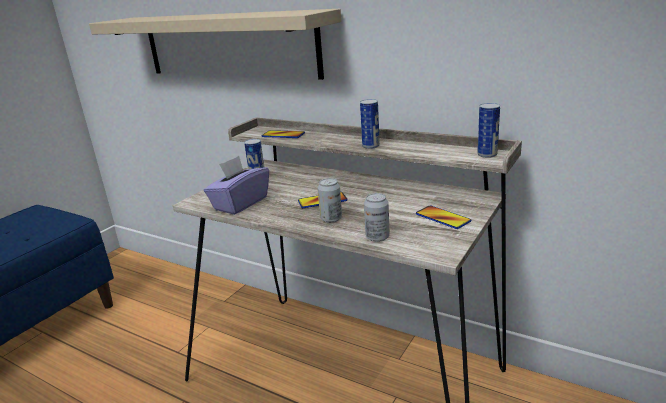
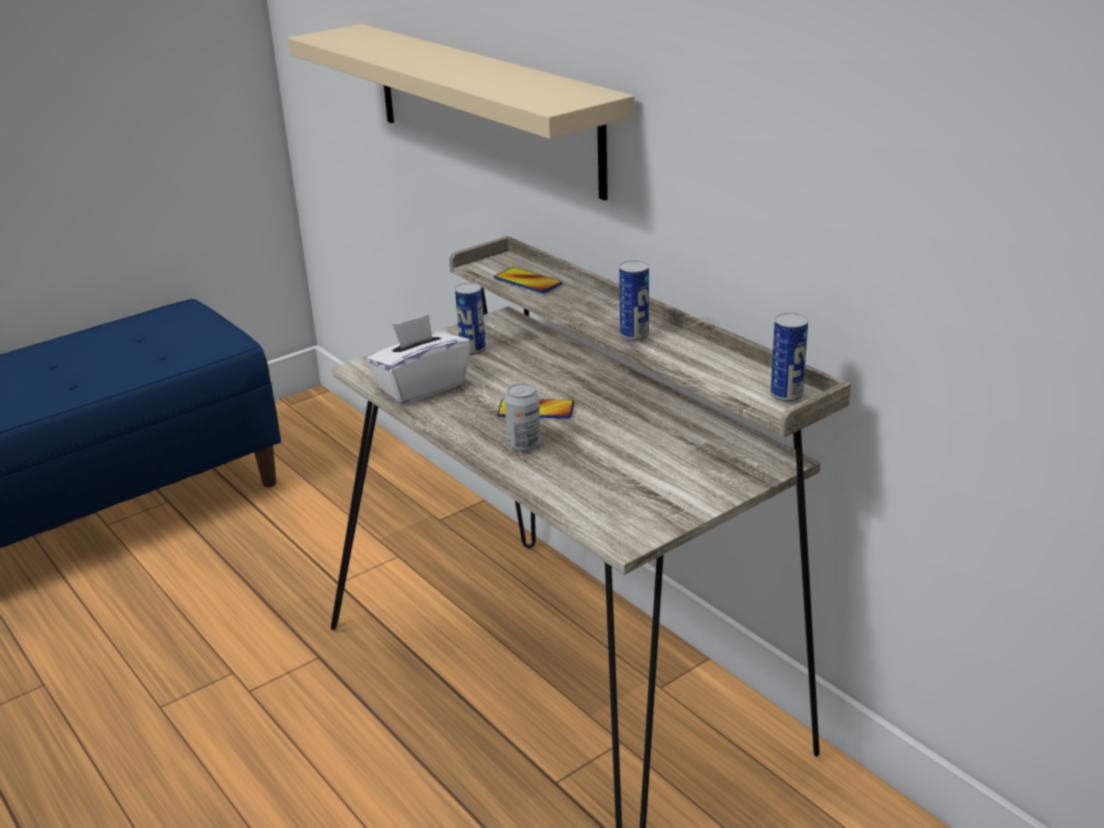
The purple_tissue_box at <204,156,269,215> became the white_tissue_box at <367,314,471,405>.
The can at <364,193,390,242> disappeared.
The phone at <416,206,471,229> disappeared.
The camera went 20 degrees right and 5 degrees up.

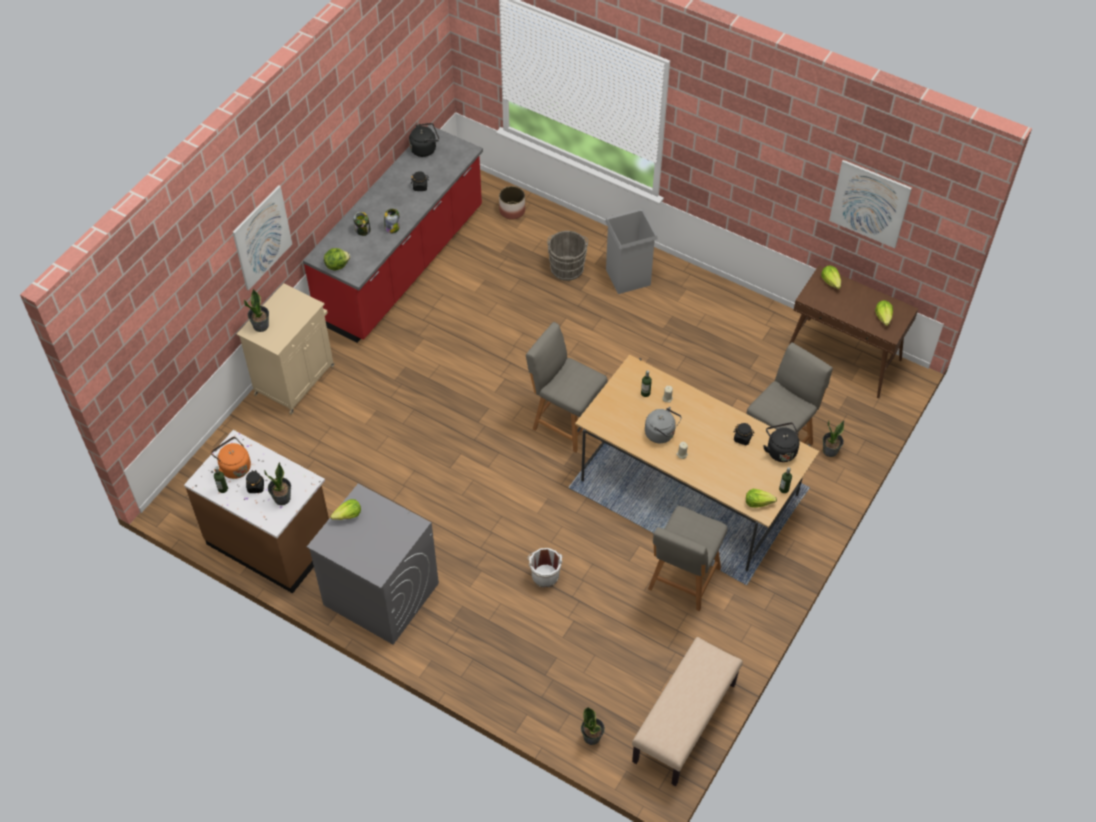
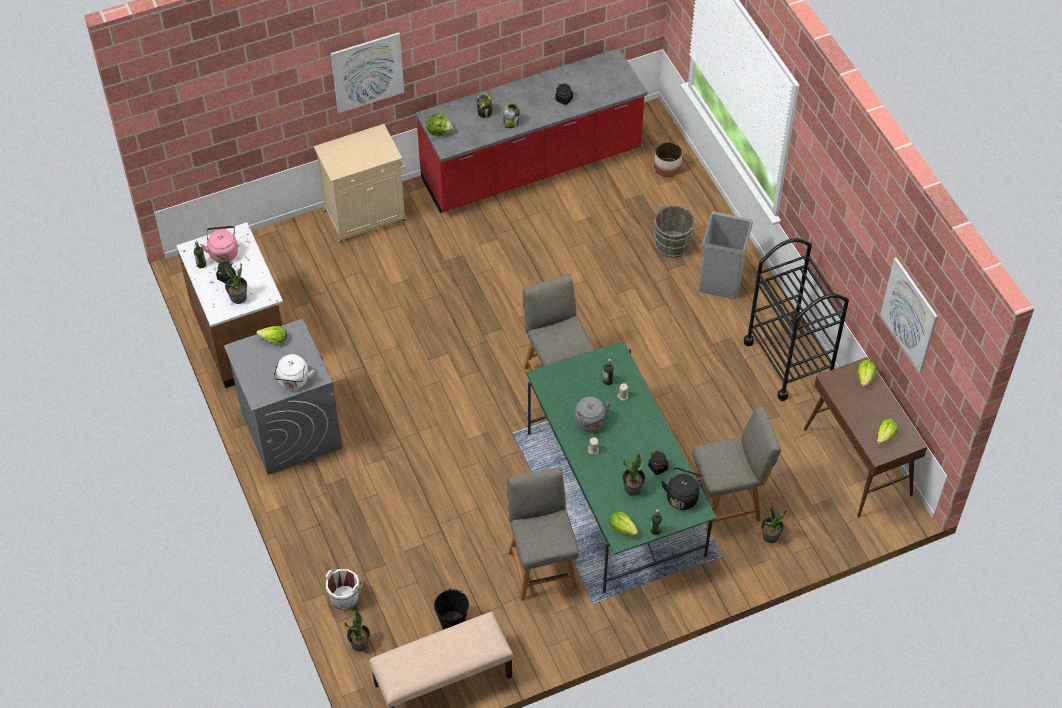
The orange_kettle at <211,437,251,479> became the pink_kettle at <200,226,238,263>.
The potted_plant moved from <244,289,269,332> to <622,453,646,496>.
The black_kettle at <409,123,439,157> disappeared.
The white_bucket moved from <527,548,563,588> to <326,569,362,610>.
The beige_dining_table at <575,355,819,571> became the green_dining_table at <526,341,717,593>.
The grey_chair at <648,506,728,611> turned 105 degrees clockwise.
The white_kettle at <273,354,314,390> appeared.
The black_bucket at <434,588,469,629> appeared.
The black_cart at <744,238,849,401> appeared.
The camera went 35 degrees right and 0 degrees up.

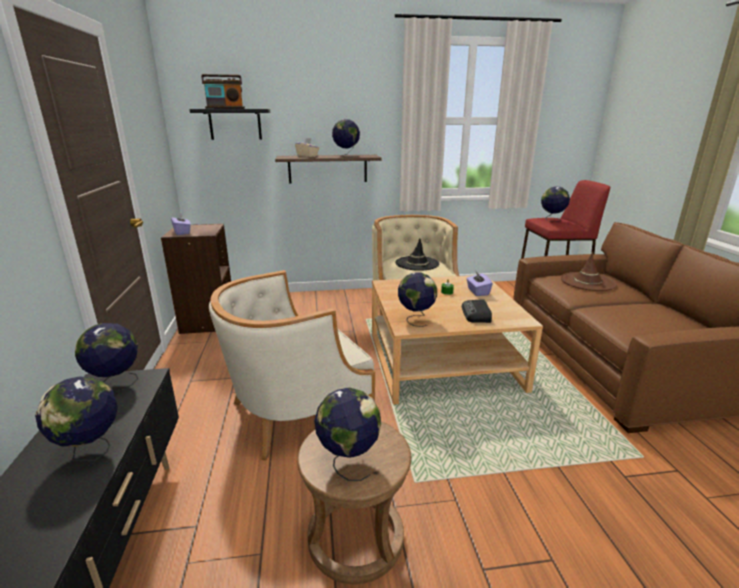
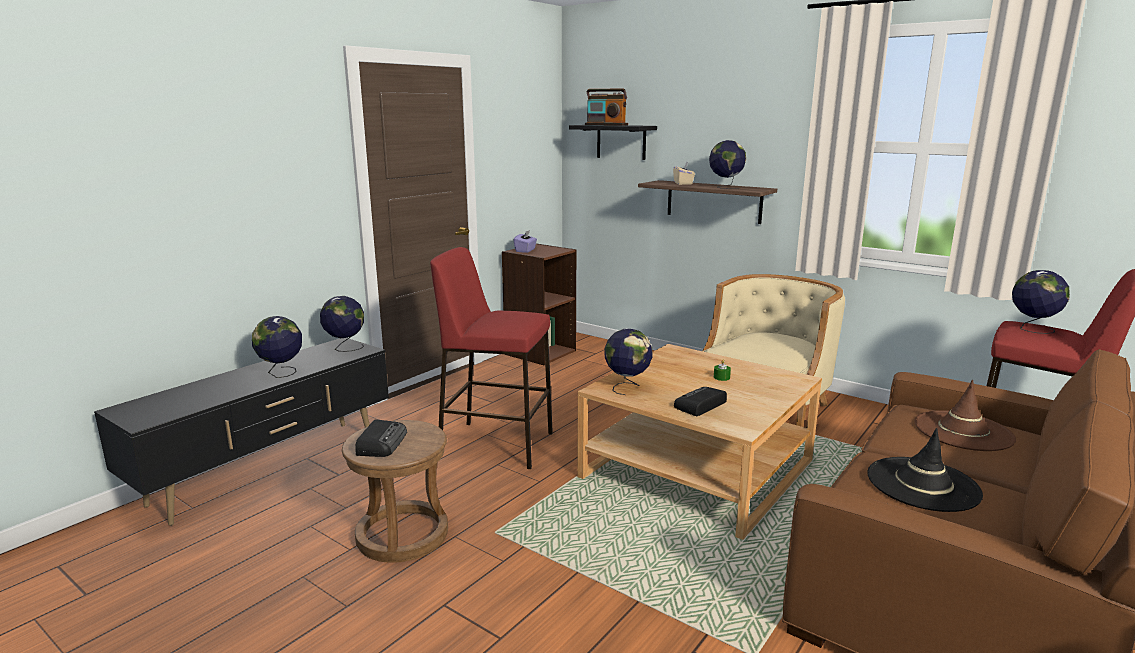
The beige_armchair at <209,270,375,461> was replaced by the red_stool at <430,247,553,469>.
The globe at <314,388,381,481> was replaced by the radio at <355,419,407,457>.
The black_hat moved from <395,238,440,271> to <867,428,983,512>.
The purple_tissue_box at <466,270,492,296> disappeared.
The camera went 45 degrees right and 5 degrees down.

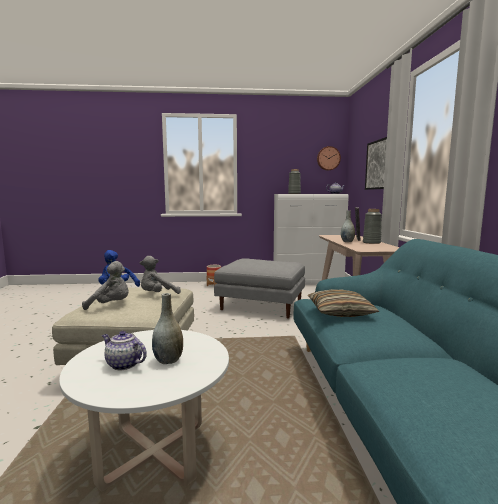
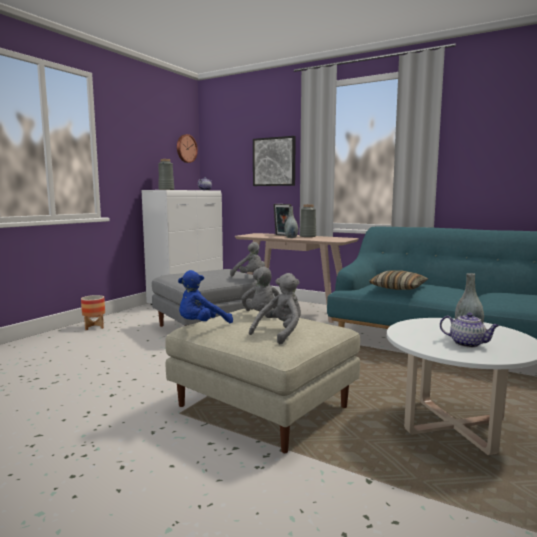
The teapot at <102,331,147,370> turned 120 degrees counterclockwise.
The grey_plush_toy at <230,242,265,277> appeared.
The camera went 55 degrees left and 0 degrees up.

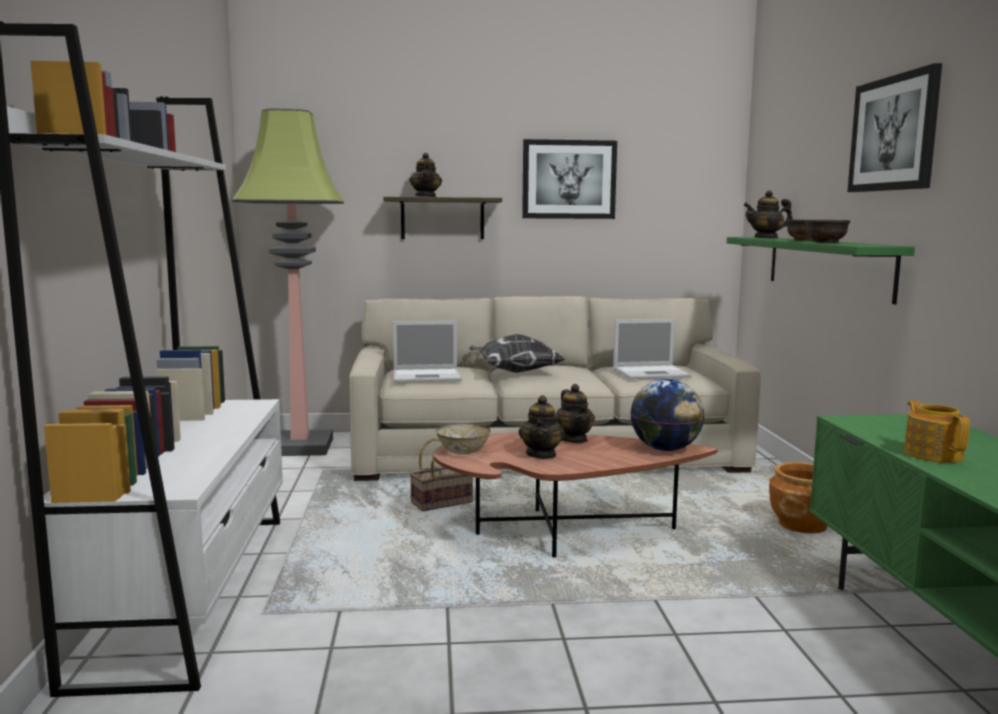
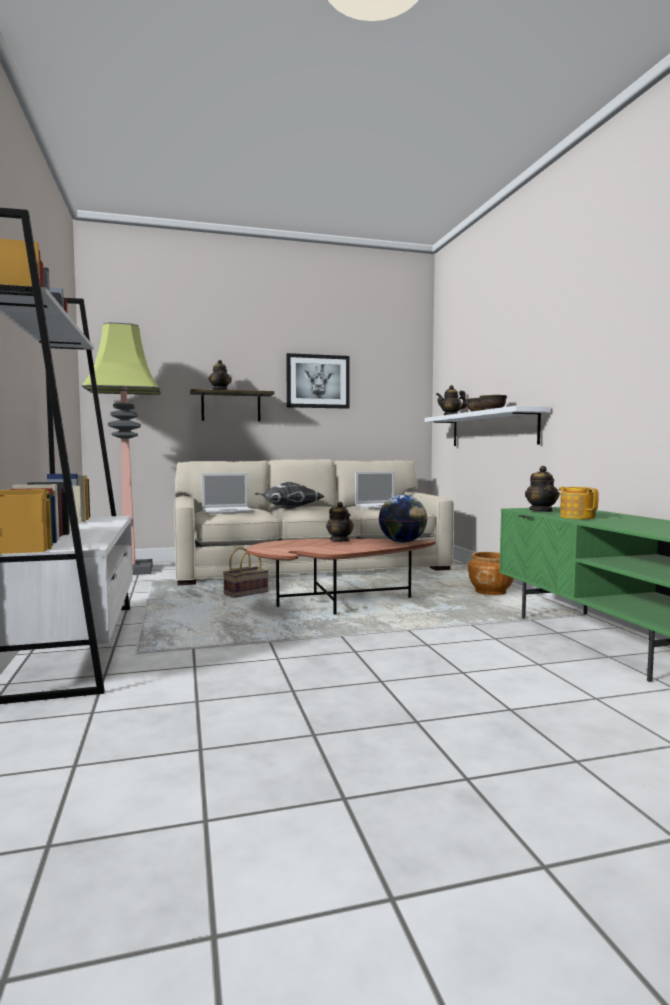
The bowl at <436,423,490,455> disappeared.
The teapot moved from <519,395,565,459> to <525,466,559,512>.
The green_shelf at <727,237,915,304> became the white_shelf at <425,406,549,446>.
The picture at <847,63,942,192> disappeared.
The camera went 10 degrees left and 5 degrees down.

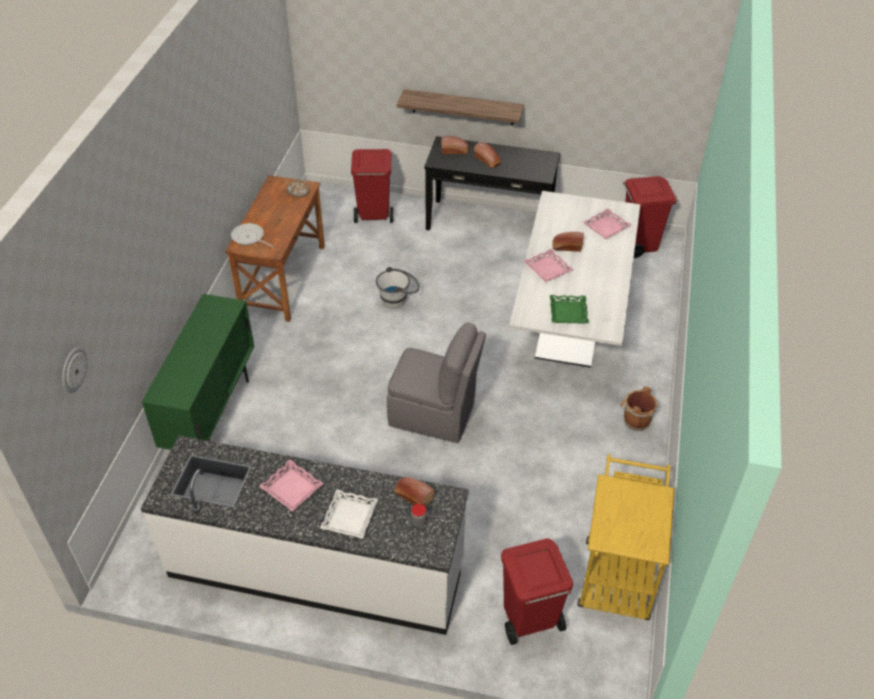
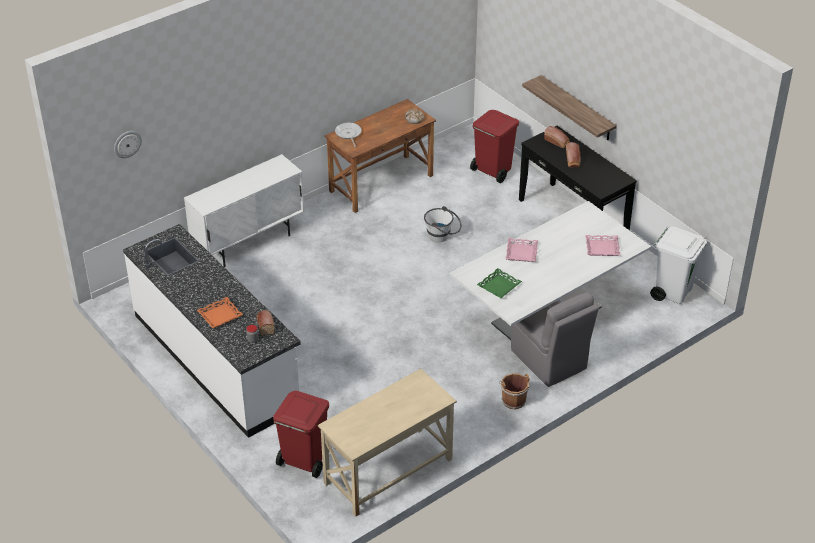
The green_cabinet at <142,294,255,450> became the white_cabinet at <184,154,305,267>.
The pink_tray at <259,459,324,512> disappeared.
The white_tray at <320,489,378,539> became the orange_tray at <197,297,243,328>.
The grey_chair moved from <387,322,486,443> to <511,292,599,387>.
The bread at <553,232,584,252> disappeared.
The yellow_cart at <577,454,674,621> was replaced by the beige_desk at <318,368,457,517>.
The red_trash_can at <623,176,677,258> became the white_trash_can at <650,227,707,304>.
The camera went 40 degrees right and 5 degrees down.

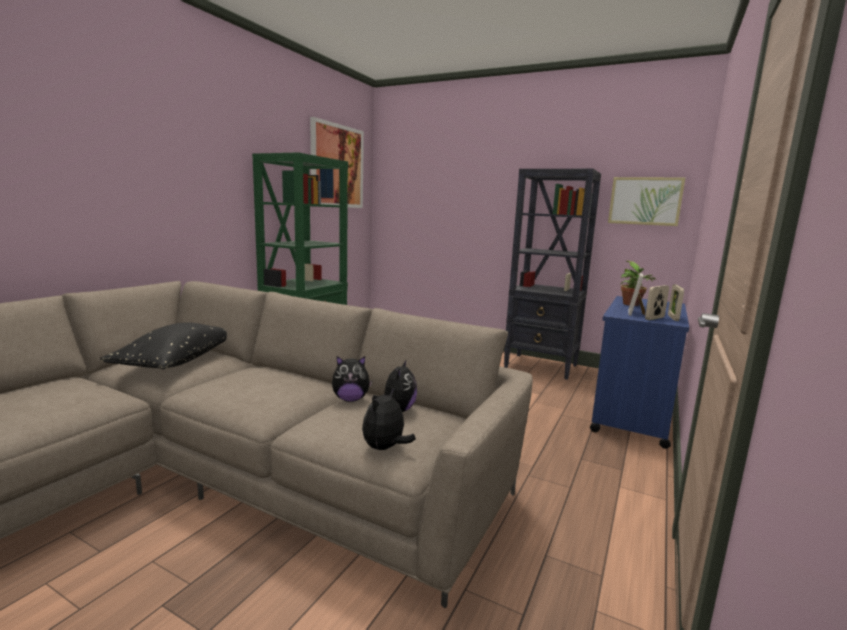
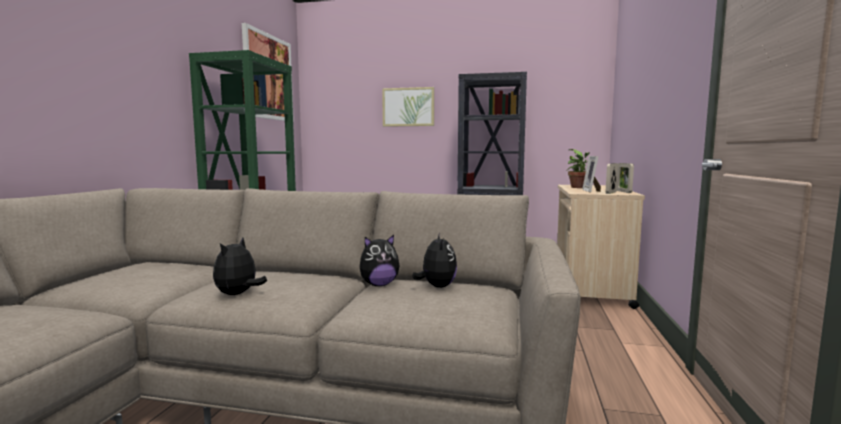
The black_pillow at <100,322,227,369> disappeared.
The plush_toy moved from <362,387,416,450> to <213,238,267,295>.
The blue_cart at <590,296,689,449> became the beige_cart at <557,185,645,309>.
The picture moved from <608,177,685,226> to <382,87,434,127>.
The camera went 15 degrees left and 5 degrees down.

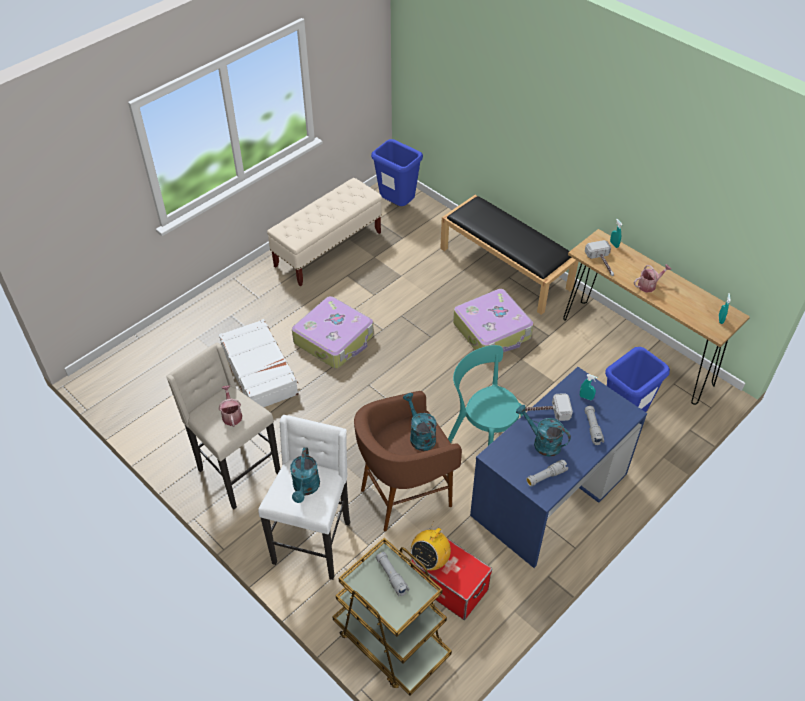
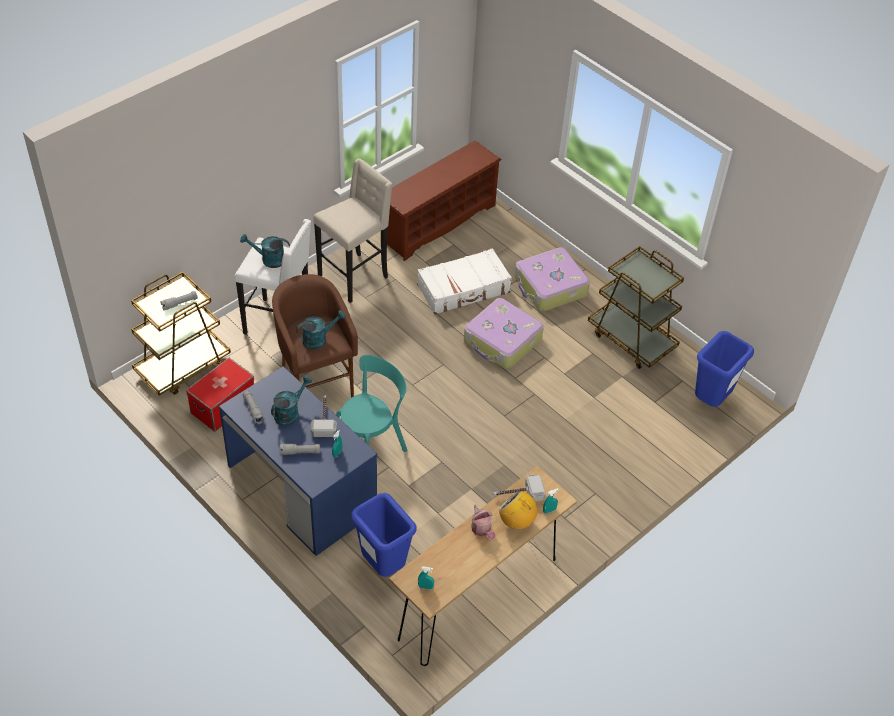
The watering_can at <219,385,242,427> disappeared.
The beige_bench at <267,178,382,286> was replaced by the brown_cart at <588,246,684,369>.
The radio moved from <411,521,451,570> to <499,491,541,529>.
The black_bench at <440,195,579,315> disappeared.
The suitcase moved from <453,289,534,352> to <515,247,590,311>.
The brown_shoe_rack at <387,141,502,261> appeared.
The camera went 90 degrees right and 0 degrees up.

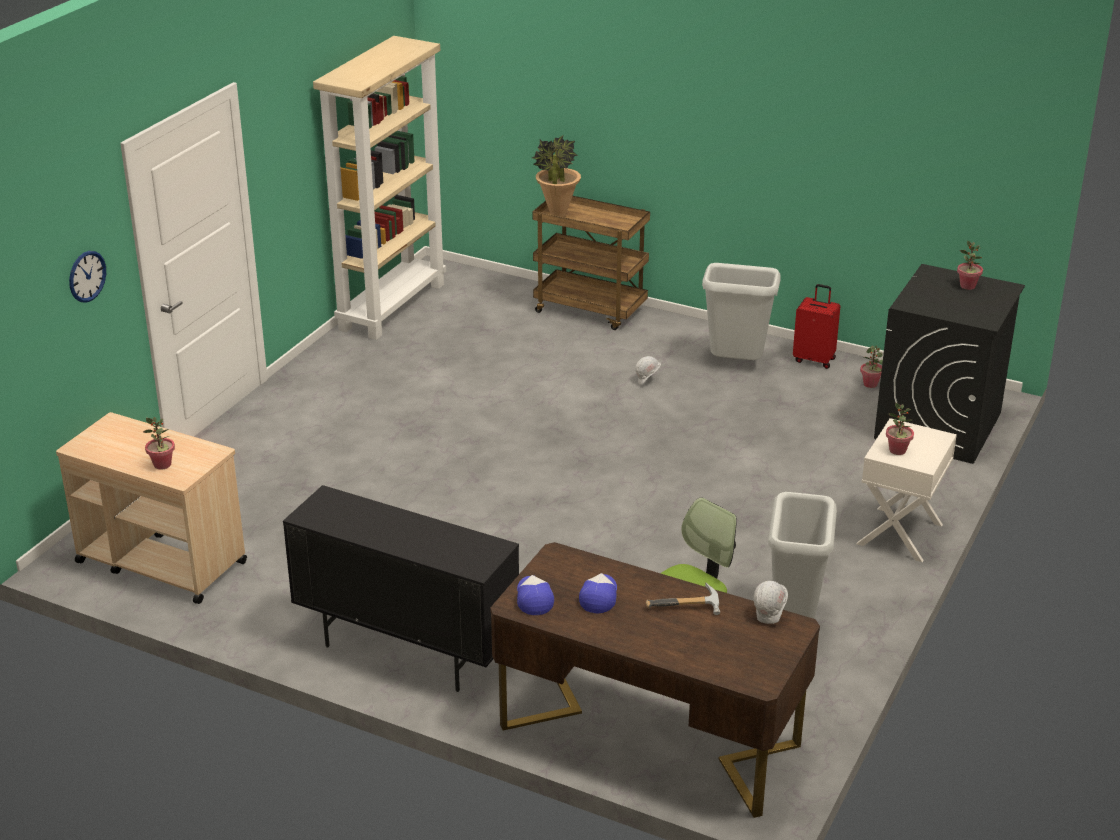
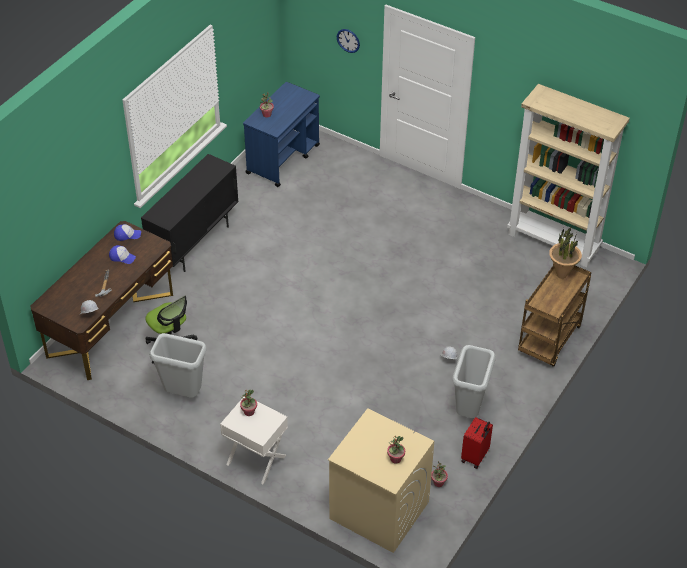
The beige_cart at <56,412,247,604> became the blue_cart at <243,82,320,187>.
The black_washing_machine at <874,264,1025,464> became the beige_washing_machine at <328,408,434,553>.
The camera went 95 degrees right and 15 degrees up.

